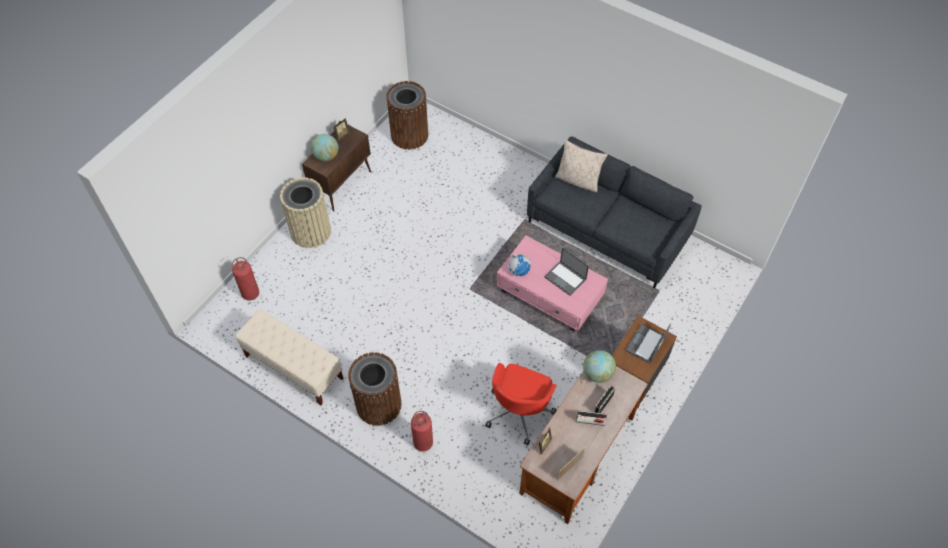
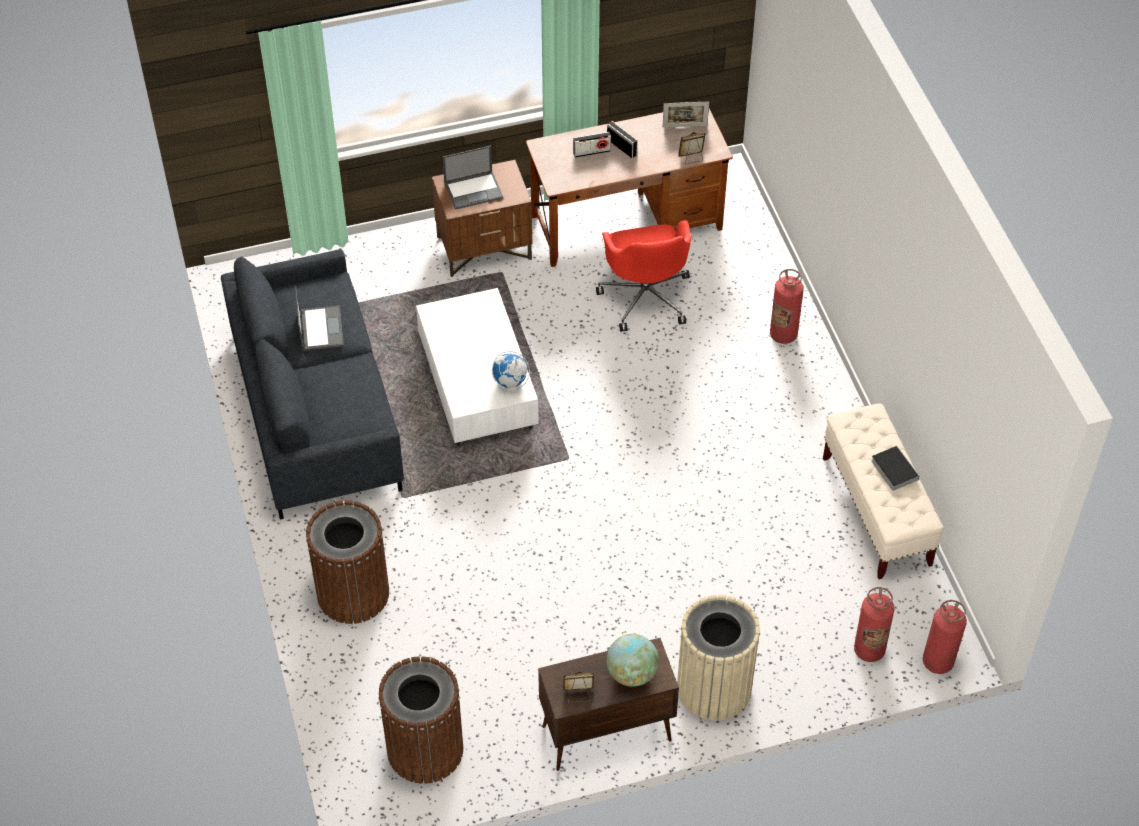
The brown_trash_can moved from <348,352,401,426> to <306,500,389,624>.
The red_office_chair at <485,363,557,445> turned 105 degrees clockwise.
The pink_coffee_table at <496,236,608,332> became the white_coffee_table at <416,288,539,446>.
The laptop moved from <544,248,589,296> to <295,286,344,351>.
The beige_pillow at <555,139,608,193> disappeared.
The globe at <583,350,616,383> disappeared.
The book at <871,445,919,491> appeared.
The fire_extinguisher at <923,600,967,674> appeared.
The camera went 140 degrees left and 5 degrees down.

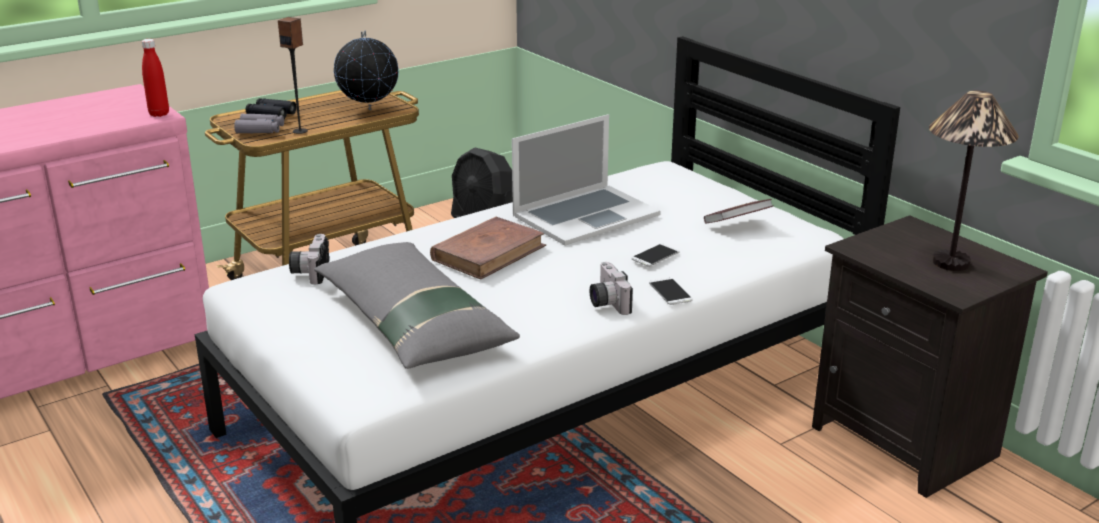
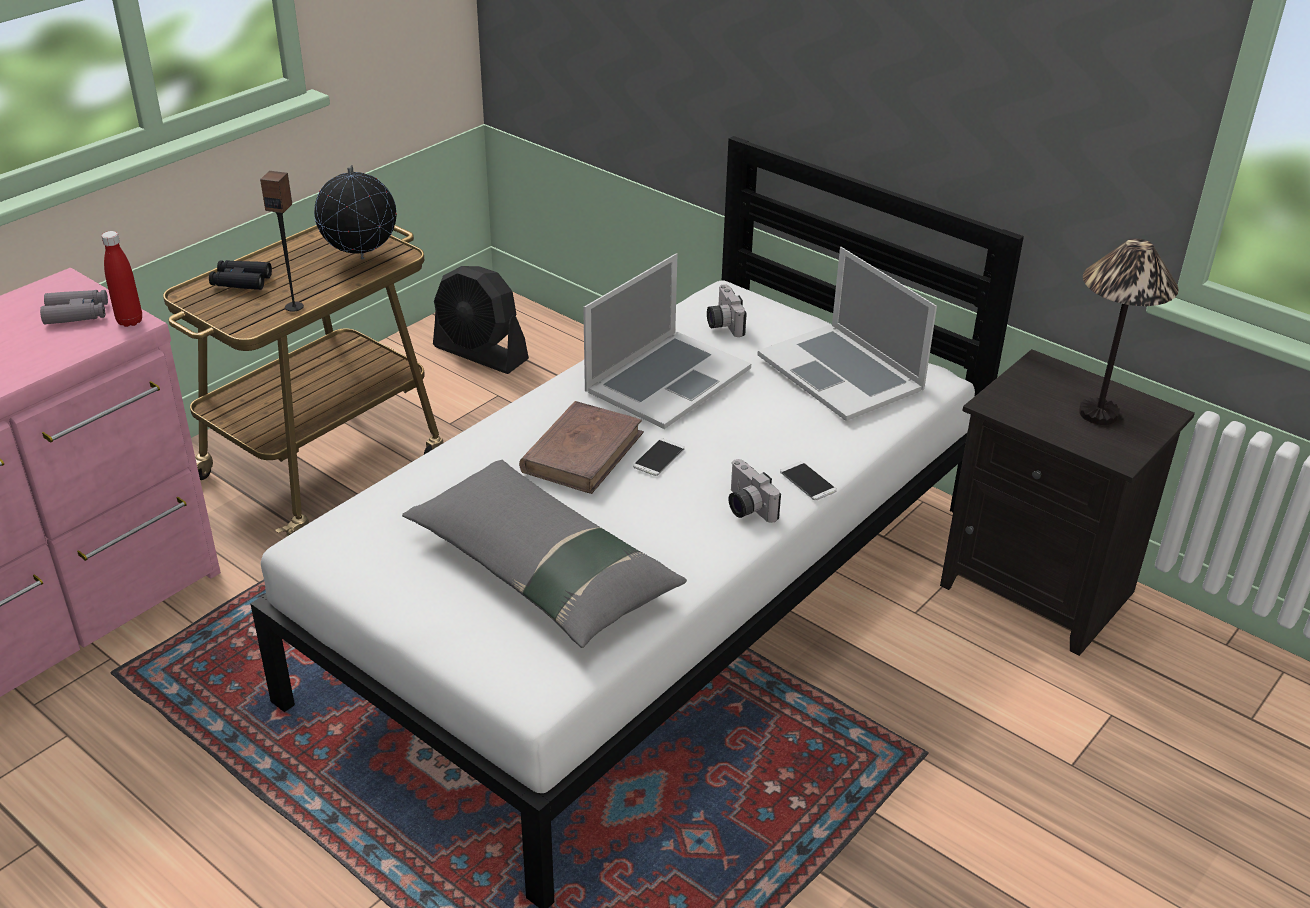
The grey_binoculars moved from <234,113,284,133> to <40,290,108,324>.
The photo_camera moved from <289,234,330,285> to <707,284,747,337>.
The phone moved from <631,244,680,267> to <633,439,685,476>.
The book at <704,199,774,223> was replaced by the laptop at <757,247,937,421>.
The camera went 15 degrees left and 10 degrees up.

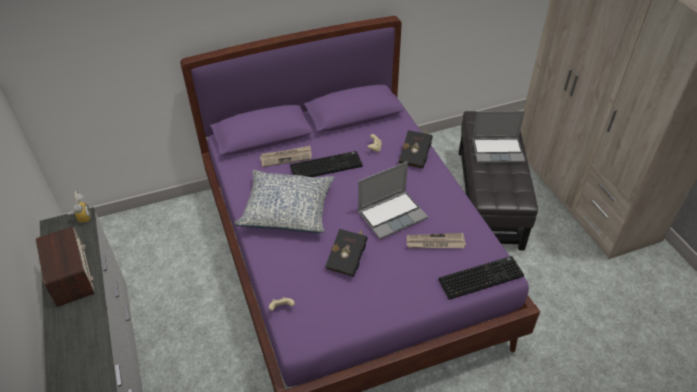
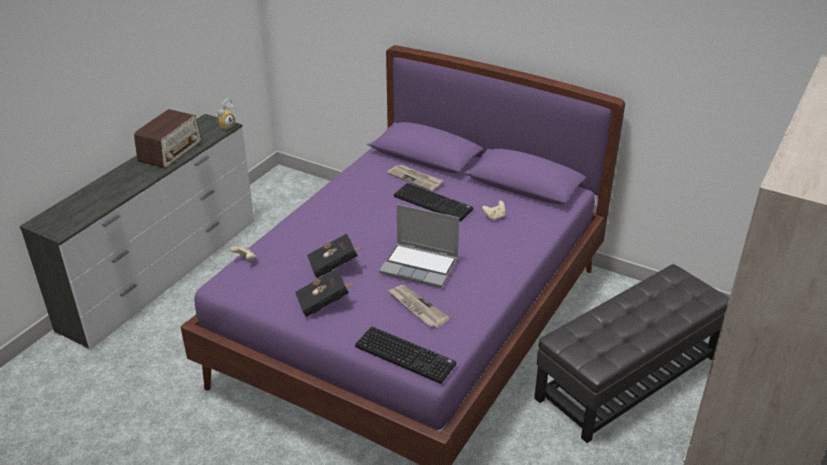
The pillow at <234,170,334,233> disappeared.
The black_book moved from <399,130,433,168> to <295,268,353,317>.
The laptop at <472,111,525,163> disappeared.
The camera went 50 degrees right and 10 degrees down.

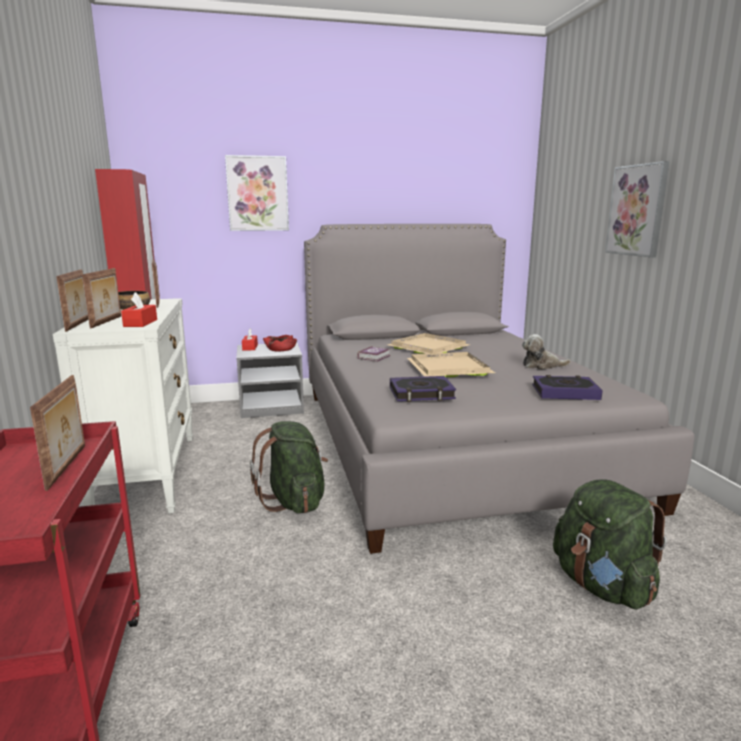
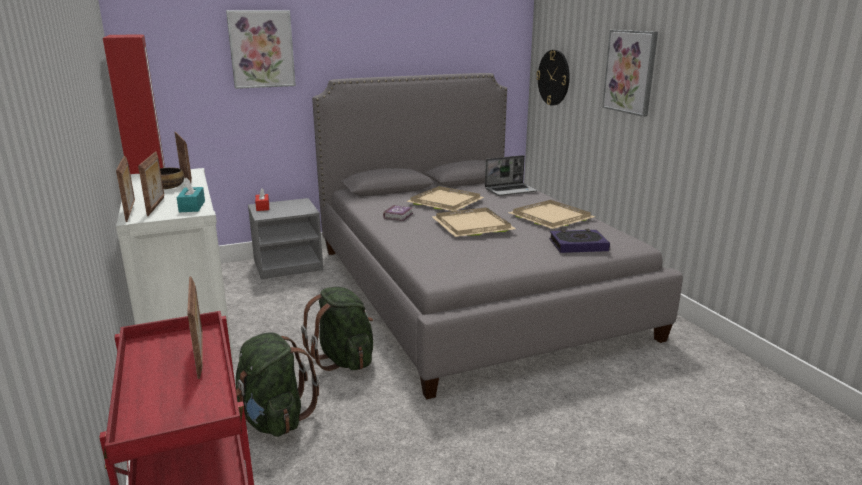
The red_tissue_box at <121,292,157,327> became the turquoise_tissue_box at <177,177,205,212>.
The red_bowl at <263,335,297,352> disappeared.
The book at <390,376,456,402> disappeared.
The plush_toy at <522,334,571,370> was replaced by the beige_tray at <508,200,595,229>.
The green_backpack moved from <553,479,667,610> to <236,332,319,437>.
The laptop at <485,155,538,196> appeared.
The wall_clock at <536,50,570,106> appeared.
The camera went 10 degrees left and 5 degrees up.

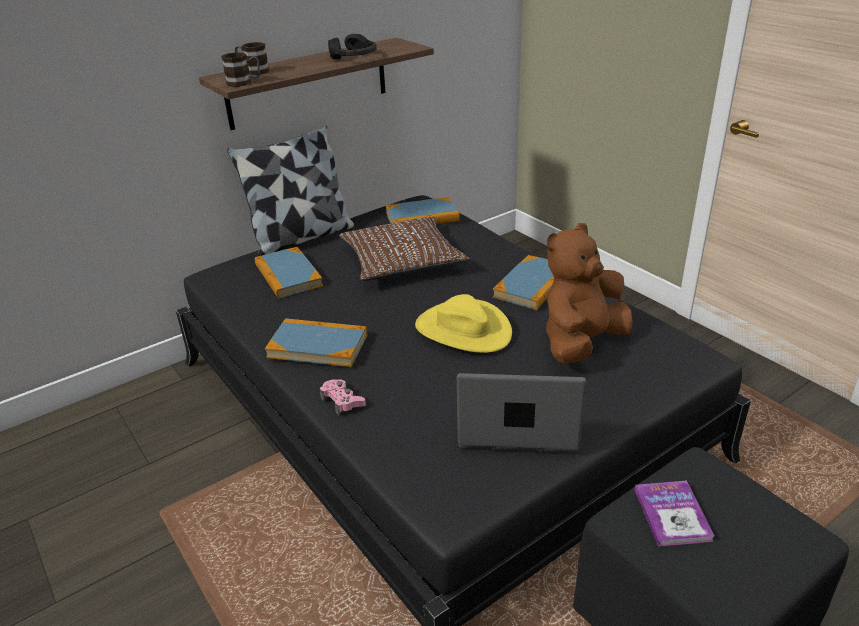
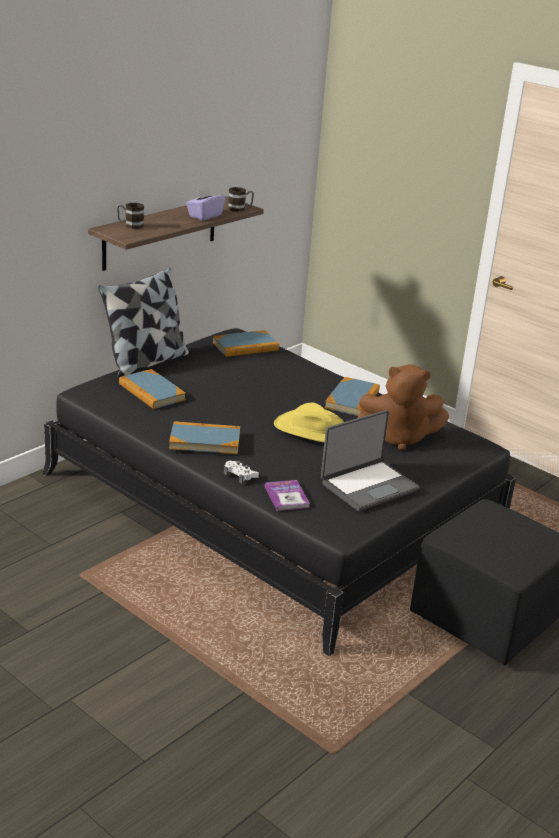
The mug moved from <221,52,260,87> to <228,187,254,212>.
The pink_game_controller at <320,379,366,415> became the white_game_controller at <224,460,259,483>.
The black_headphones at <328,34,377,59> was replaced by the purple_tissue_box at <186,186,226,221>.
The brown_pillow at <339,217,470,281> disappeared.
The laptop at <457,373,586,453> turned 150 degrees clockwise.
The brown_plush_toy at <546,223,632,364> turned 120 degrees counterclockwise.
The book moved from <634,480,715,547> to <265,480,310,511>.
The camera went 15 degrees left and 5 degrees down.

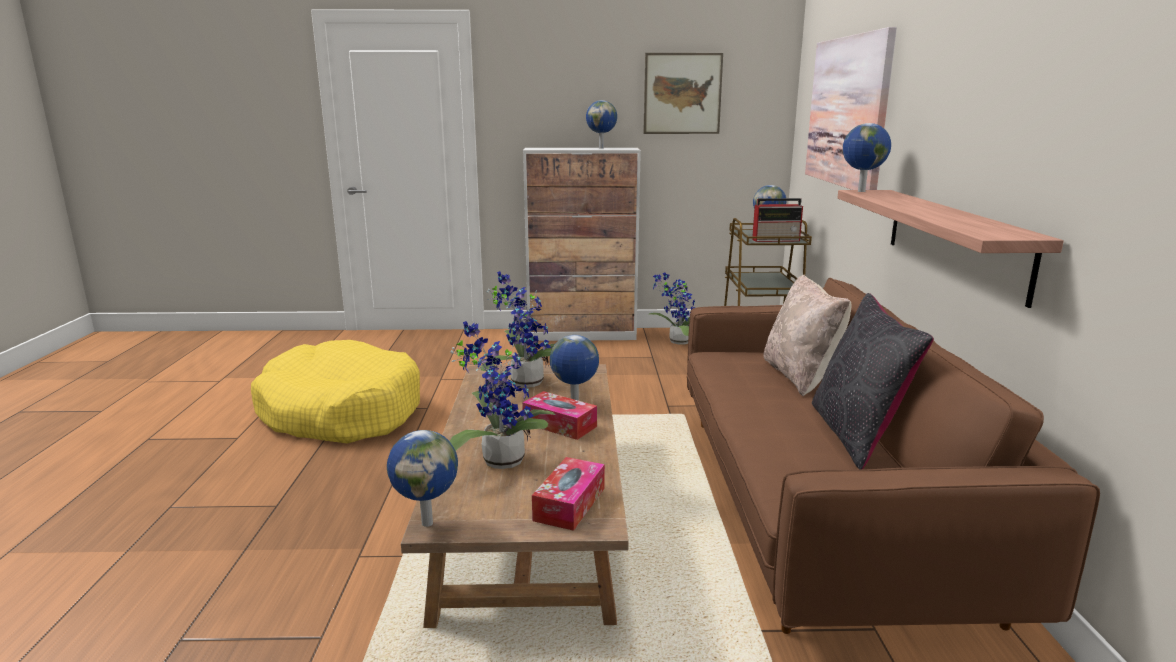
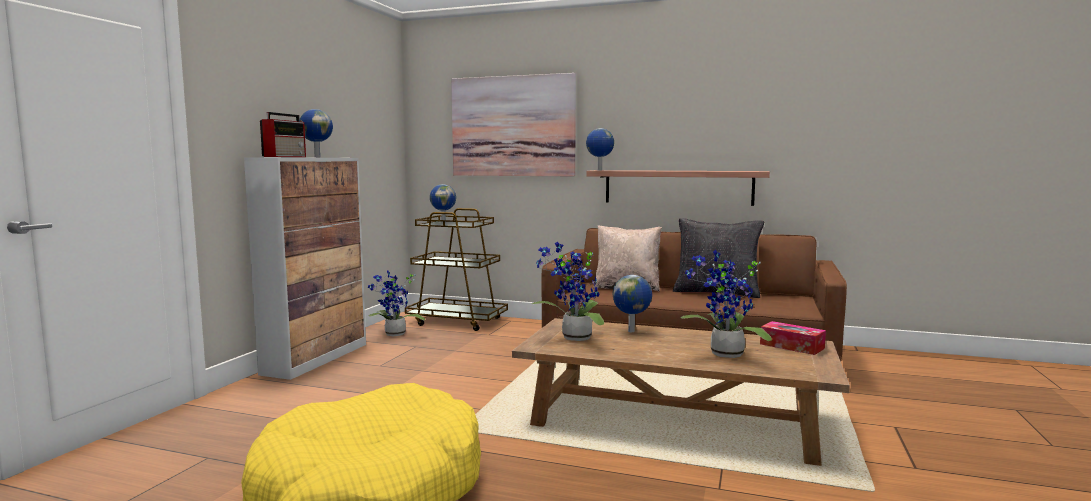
The globe at <387,430,458,527> disappeared.
The tissue_box at <522,391,597,440> disappeared.
The picture at <643,53,723,134> disappeared.
The radio moved from <752,198,803,242> to <260,112,306,157>.
The camera went 70 degrees left and 10 degrees down.

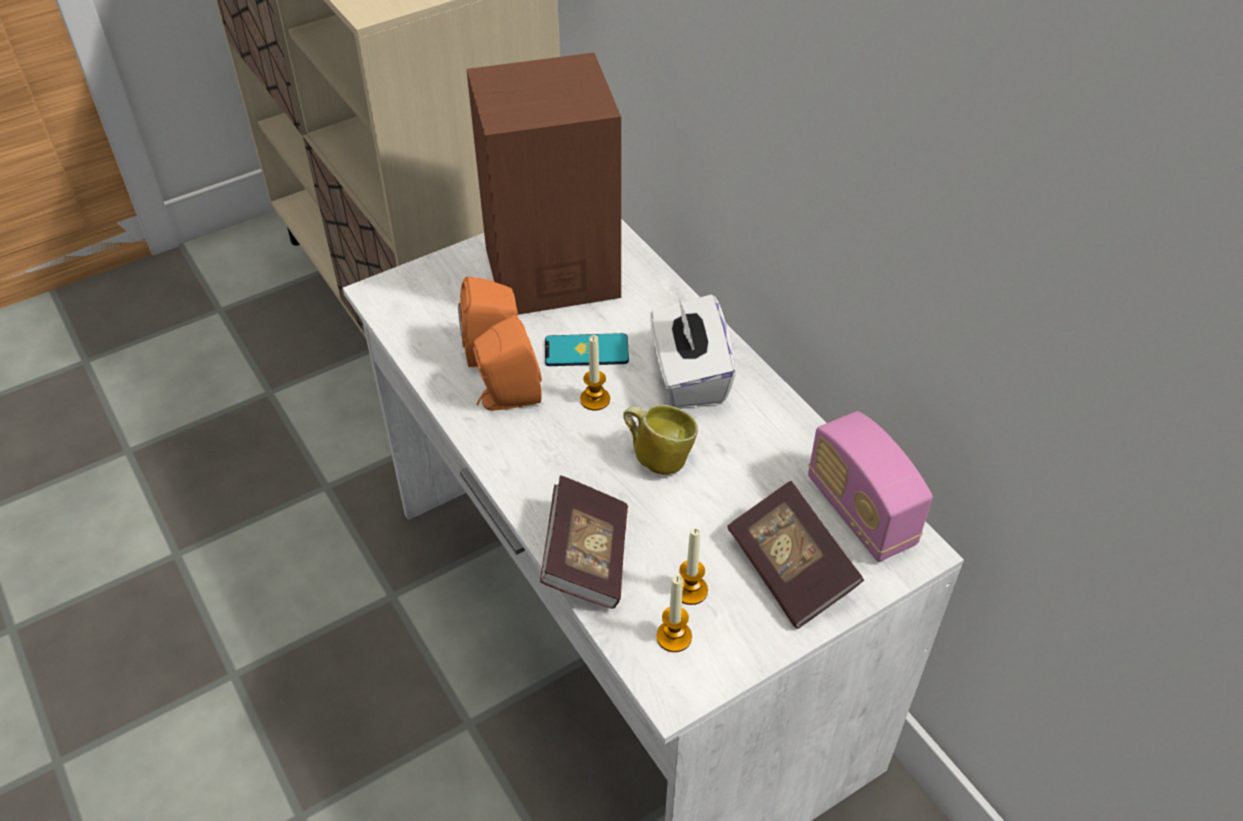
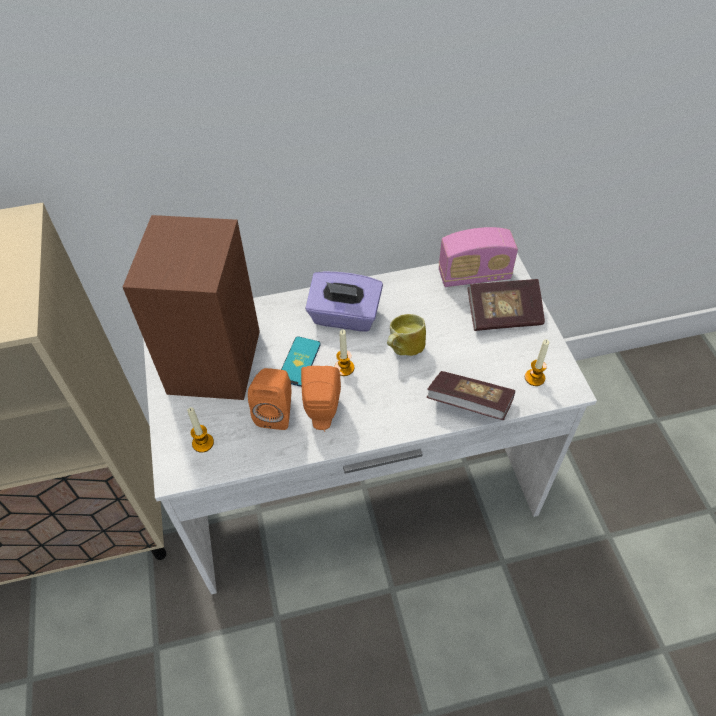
The white_tissue_box at <650,294,736,407> became the purple_tissue_box at <305,271,383,332>.
The candle moved from <679,528,708,605> to <187,407,214,453>.
The camera went 70 degrees left and 5 degrees up.

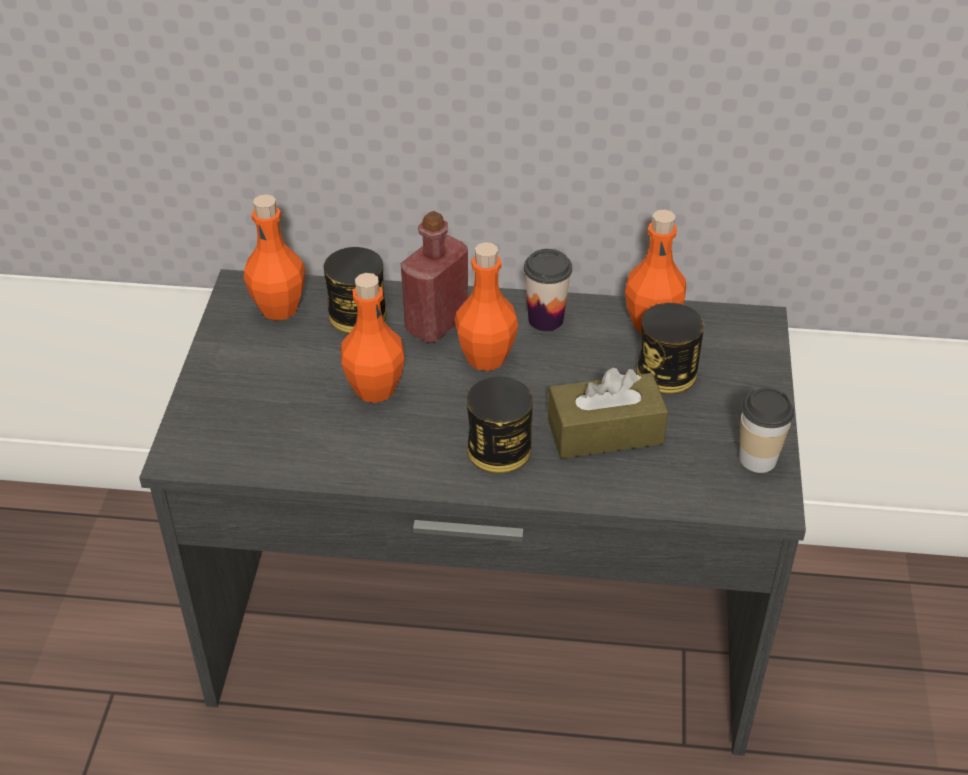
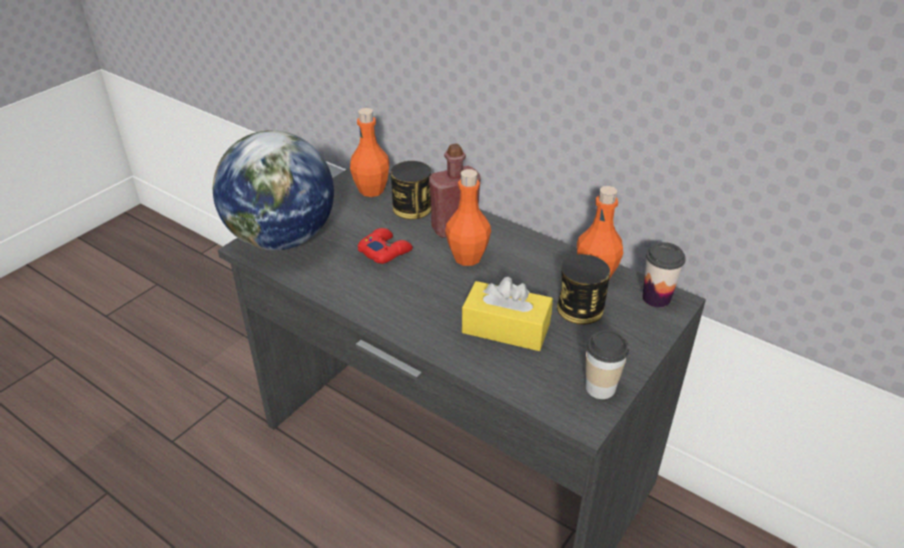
The orange_bottle at <341,273,405,403> was replaced by the red_game_controller at <358,228,413,264>.
The can at <467,377,533,474> disappeared.
The cup moved from <524,249,572,331> to <643,242,686,308>.
The brown_tissue_box at <548,368,668,459> became the yellow_tissue_box at <462,277,553,351>.
The globe at <213,130,334,250> appeared.
The camera went 30 degrees right and 5 degrees down.

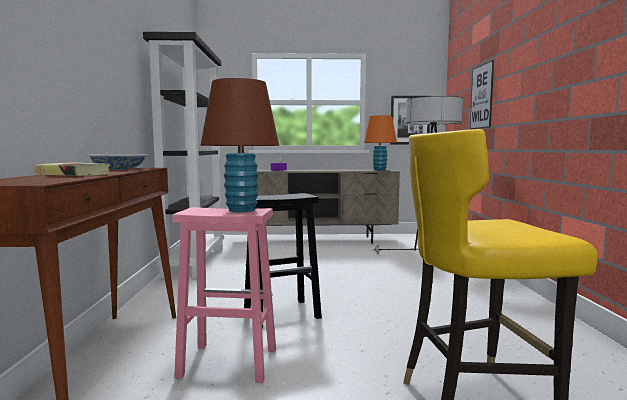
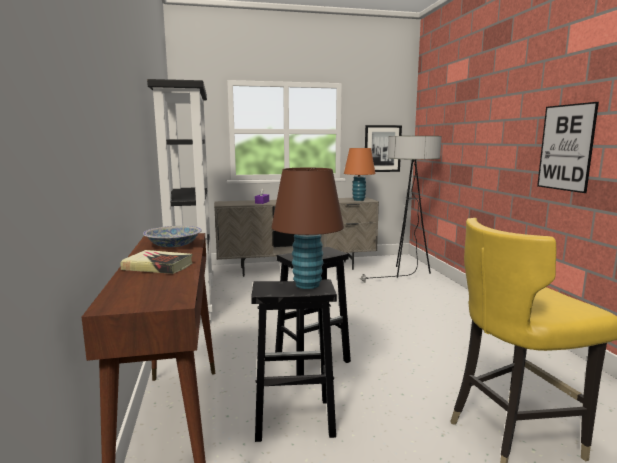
The pink_stool at <172,207,276,383> became the black_stool at <251,279,337,442>.
The picture moved from <470,60,494,130> to <537,102,599,193>.
The camera went 10 degrees left and 5 degrees up.

